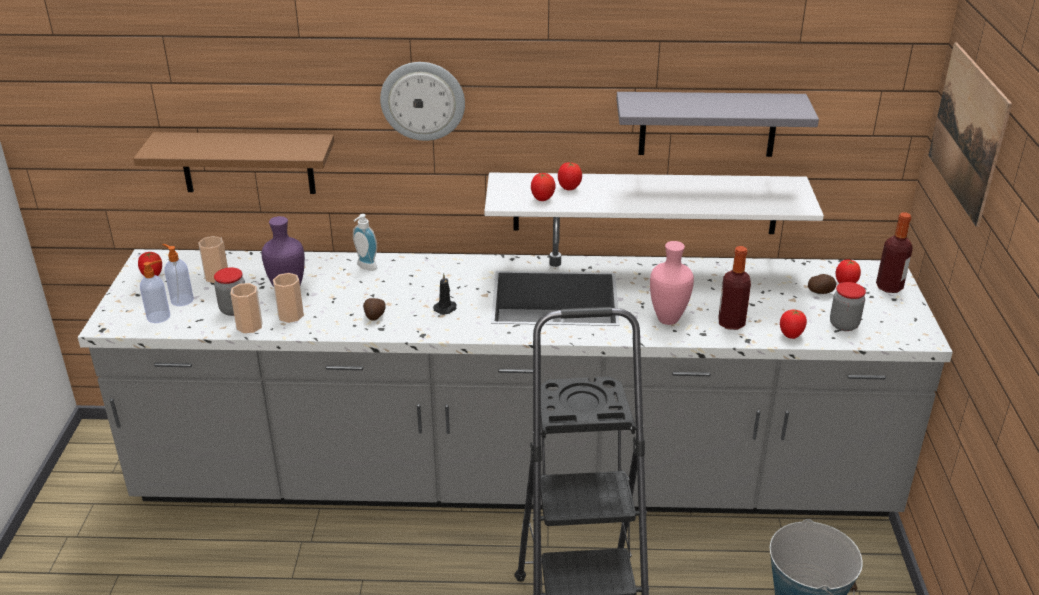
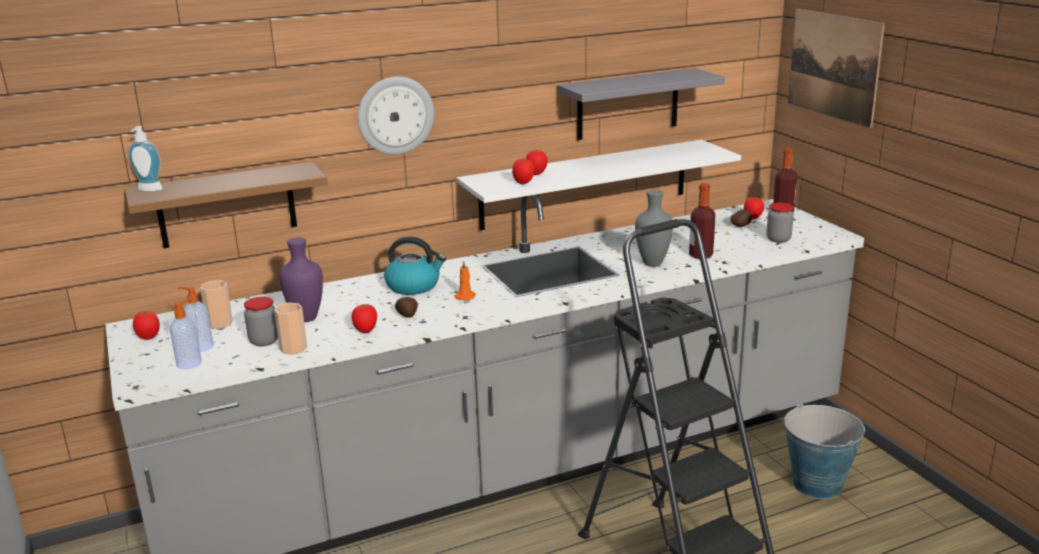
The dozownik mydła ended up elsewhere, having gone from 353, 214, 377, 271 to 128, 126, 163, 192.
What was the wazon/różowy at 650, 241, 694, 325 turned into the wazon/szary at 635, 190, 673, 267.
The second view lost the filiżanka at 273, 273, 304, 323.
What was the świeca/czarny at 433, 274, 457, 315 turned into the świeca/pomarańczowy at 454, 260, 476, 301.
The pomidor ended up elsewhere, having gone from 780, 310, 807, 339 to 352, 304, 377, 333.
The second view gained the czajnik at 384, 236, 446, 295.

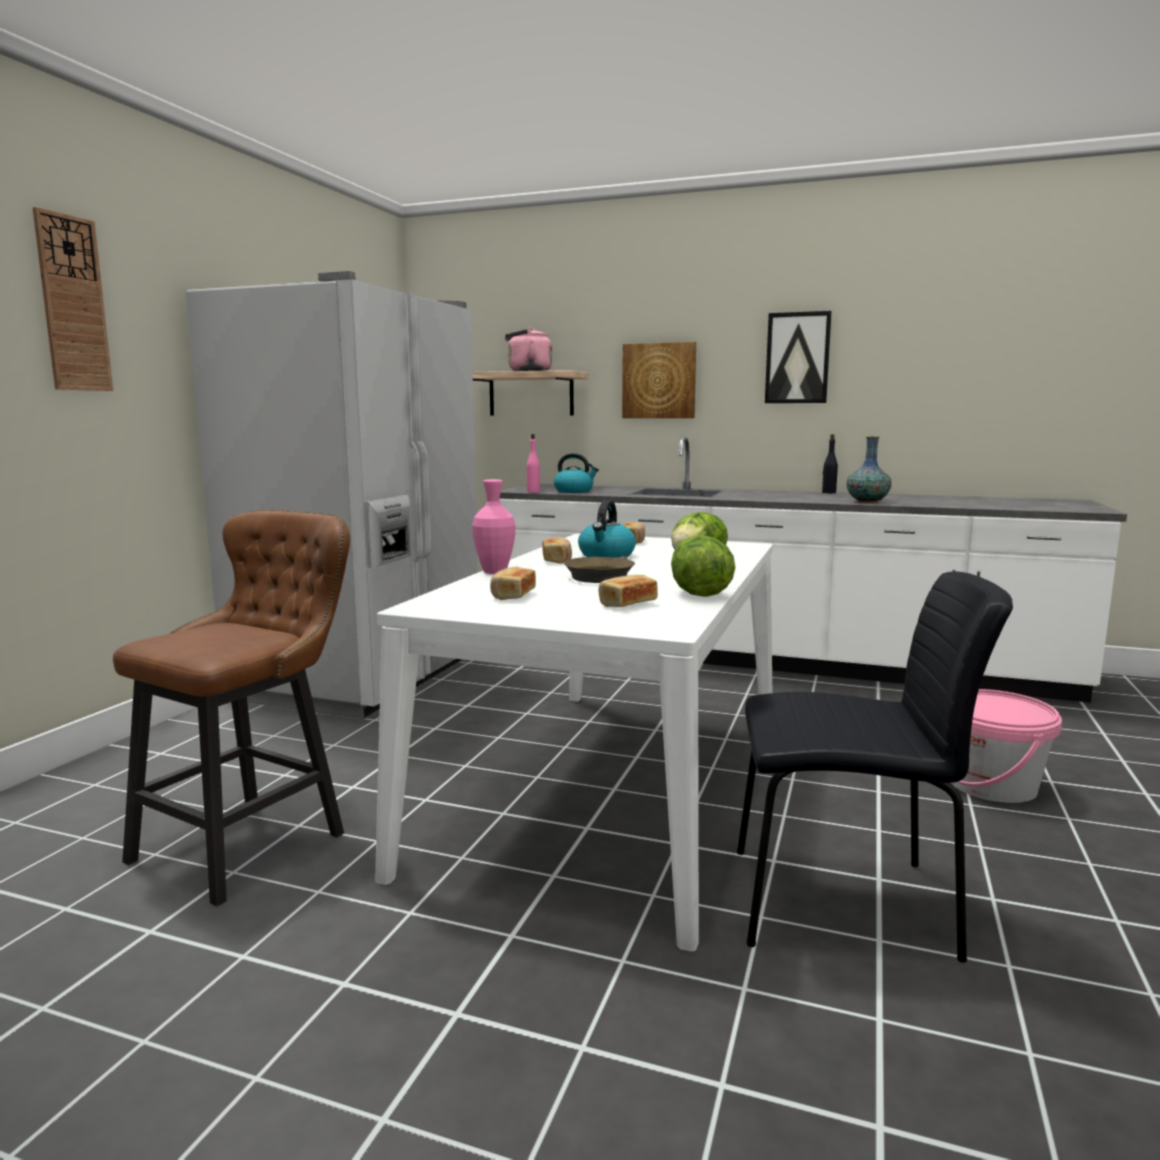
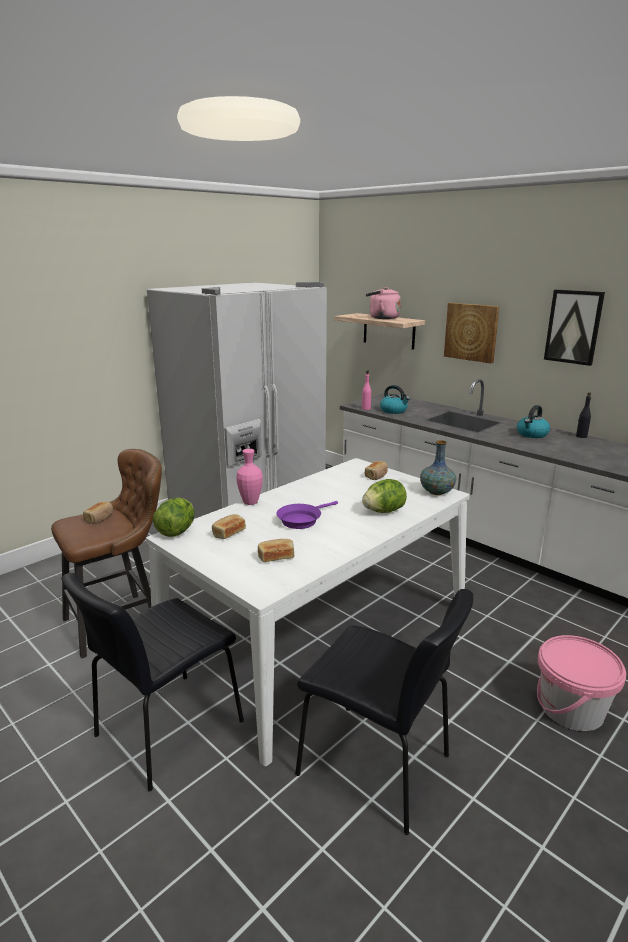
The second view lost the zegar ścienny at 33, 207, 113, 391.
The wazon ended up elsewhere, having gone from 846, 437, 892, 503 to 420, 440, 456, 495.
The czajnik ended up elsewhere, having gone from 578, 500, 636, 558 to 517, 405, 550, 438.
The sałata ended up elsewhere, having gone from 671, 535, 735, 597 to 153, 498, 195, 537.
The chleb ended up elsewhere, having gone from 542, 537, 572, 564 to 83, 502, 113, 524.
What was the patelnia/brązowy at 564, 556, 635, 583 turned into the patelnia/fioletowy at 276, 501, 338, 529.
The second view gained the krzesło/czarny at 61, 573, 244, 792.

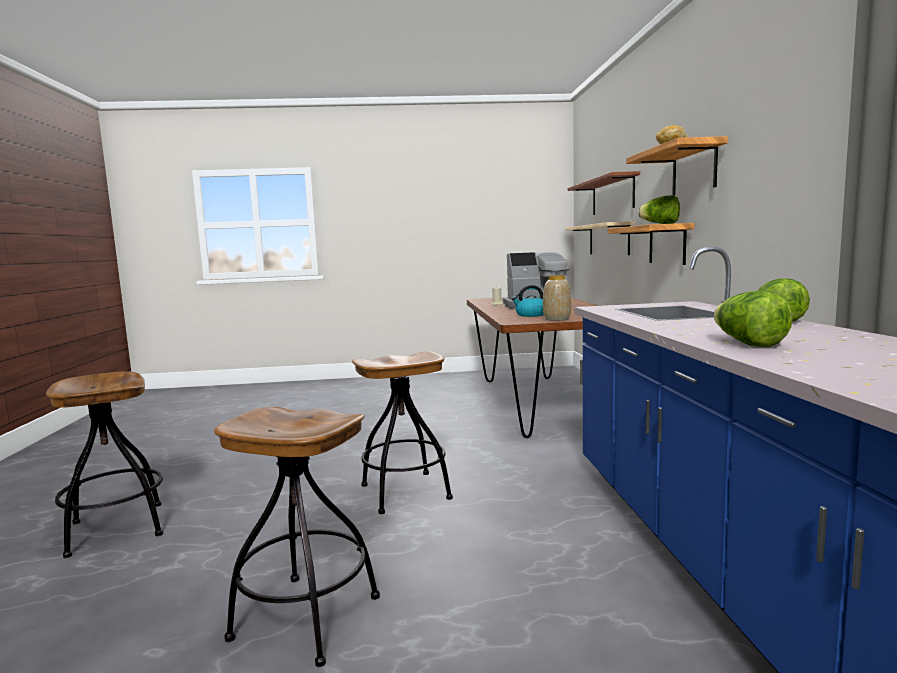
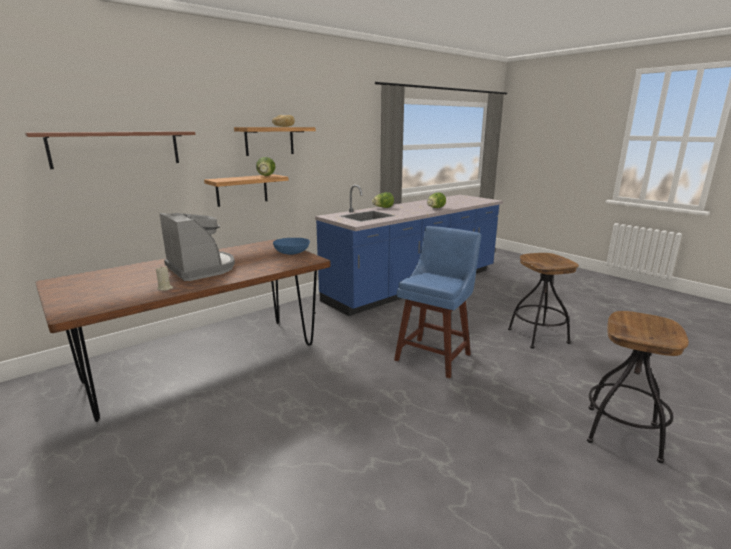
The second view lost the półka/beżowy at 565, 221, 635, 255.
Where the wazon stood at 543, 275, 571, 321, the miska/niebieski came to stand at 273, 238, 310, 255.
The second view lost the czajnik at 512, 285, 544, 317.
Where the stołek/brązowy stood at 352, 351, 453, 514, the krzesło/niebieski came to stand at 394, 226, 481, 378.

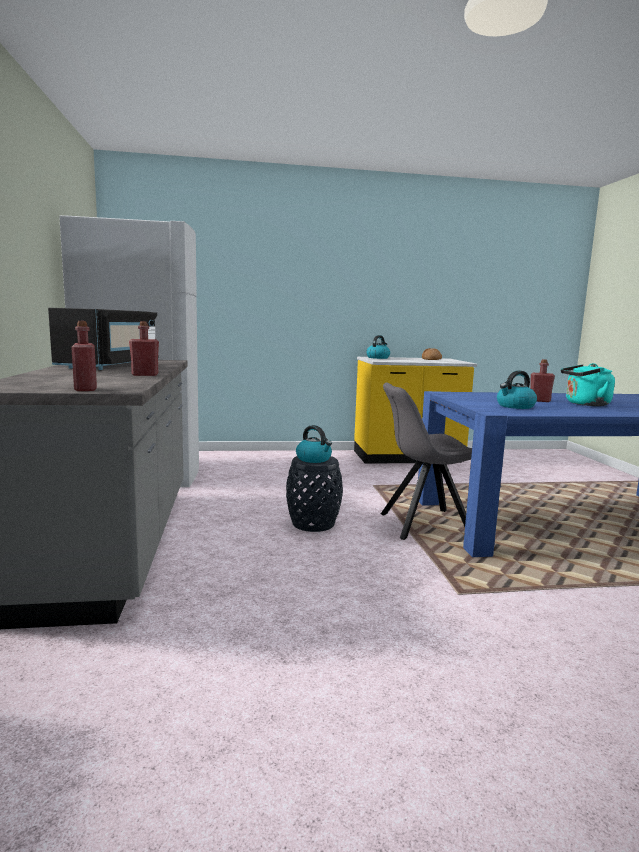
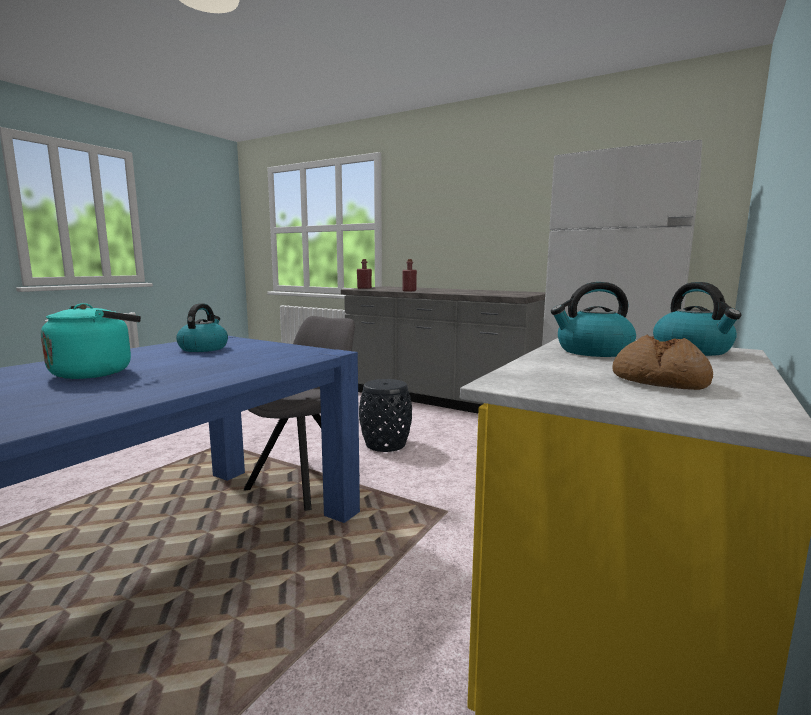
The second view lost the mikrofalówka/czarny at 48, 308, 159, 370.
The second view lost the butelka/czerwony at 530, 359, 555, 402.
The czajnik ended up elsewhere, having gone from 296, 425, 332, 463 to 551, 282, 636, 357.

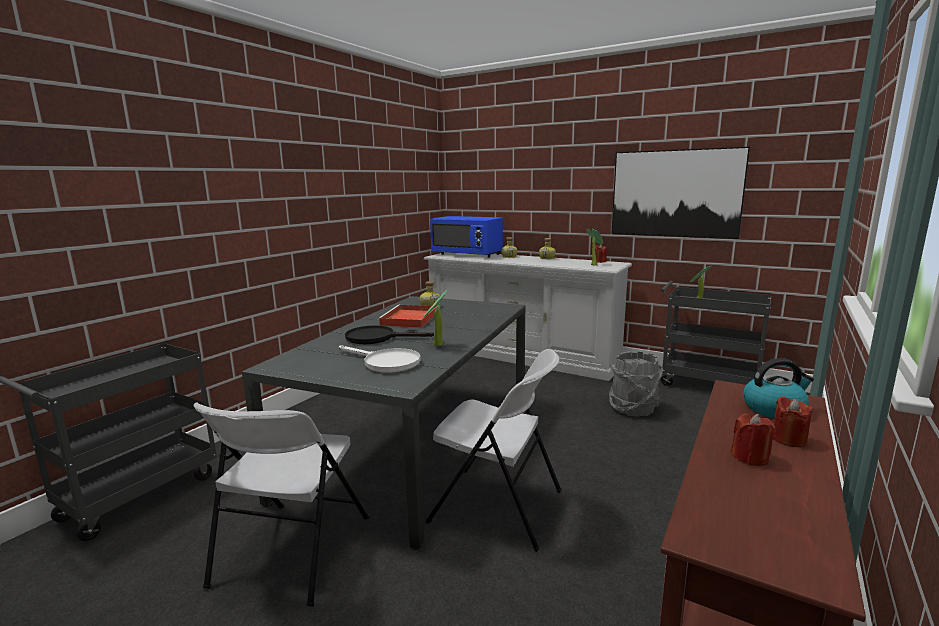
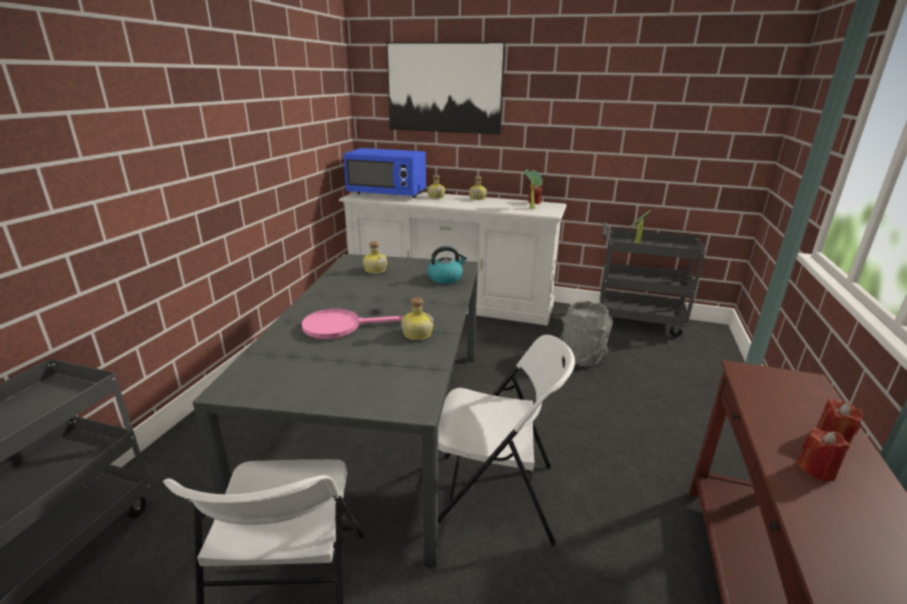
The obraz ended up elsewhere, having gone from 611, 147, 750, 239 to 387, 42, 505, 135.
Where the roślina doniczkowa stood at 424, 290, 447, 346, the butelka came to stand at 401, 297, 434, 340.
The second view lost the taca/czerwony at 377, 305, 437, 328.
What was the patelnia/czarny at 345, 326, 434, 344 turned into the patelnia/różowy at 302, 309, 404, 339.
The second view lost the patelnia/biały at 339, 345, 421, 373.
The czajnik ended up elsewhere, having gone from 743, 358, 814, 418 to 427, 246, 467, 284.

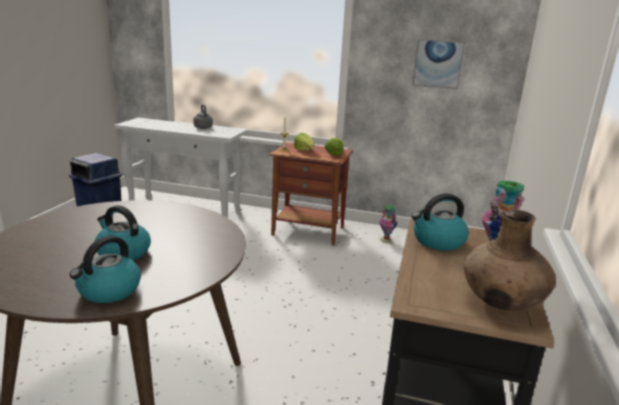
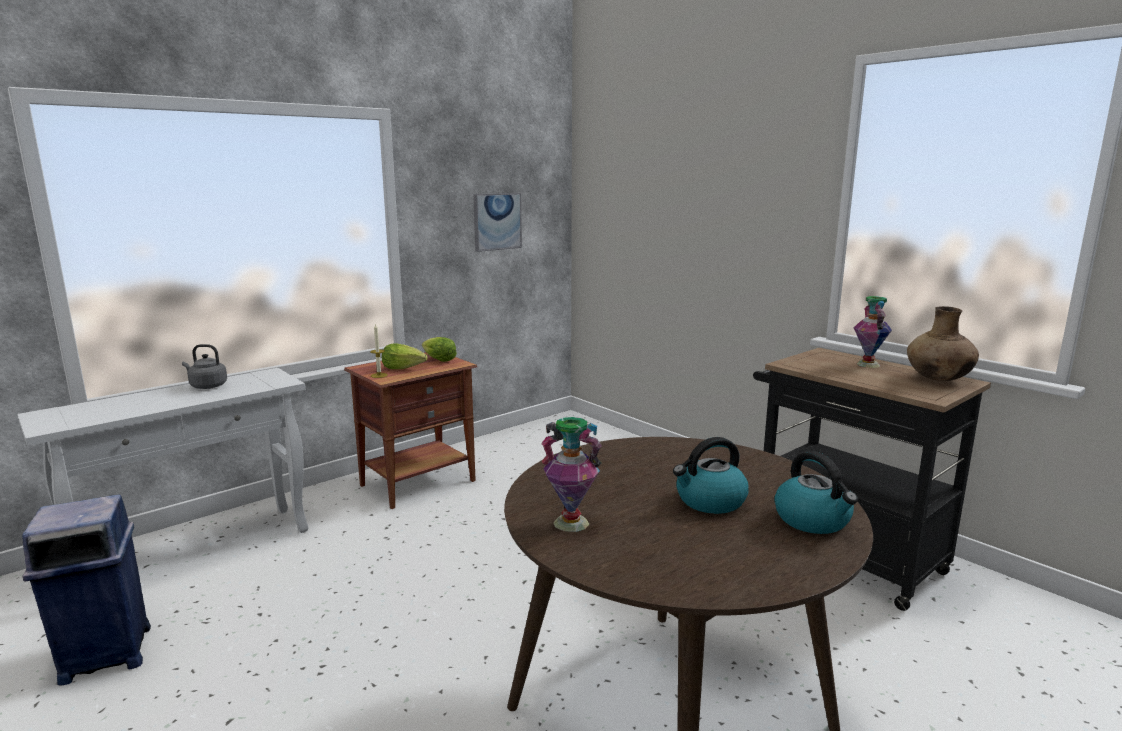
The second view lost the czajnik at 412, 194, 469, 251.
The wazon ended up elsewhere, having gone from 379, 205, 398, 243 to 541, 417, 602, 532.

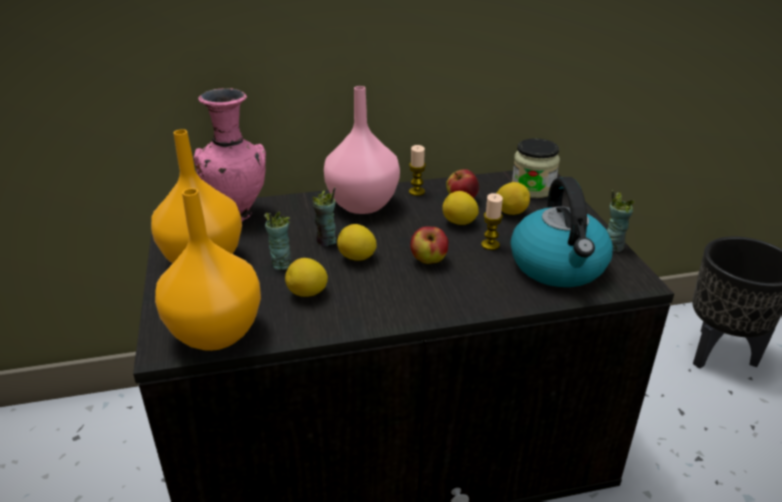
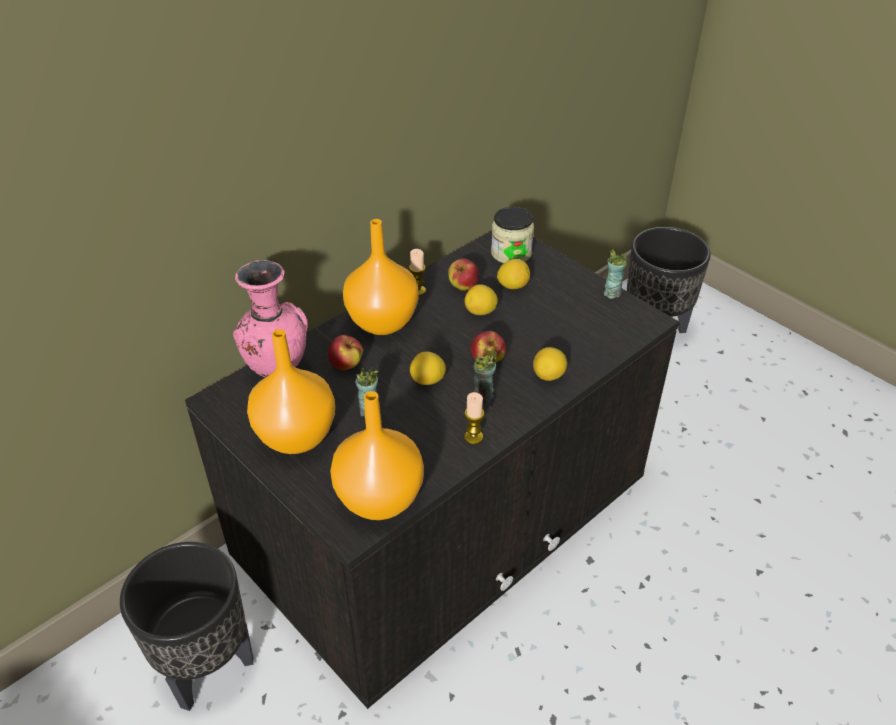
What was the wazon/różowy at 324, 86, 400, 214 turned into the wazon/pomarańczowy at 343, 219, 419, 335.
The second view lost the czajnik at 511, 177, 613, 287.
The filiżanka ended up elsewhere, having gone from 312, 187, 336, 246 to 474, 350, 497, 404.
The świeca ended up elsewhere, having gone from 481, 193, 503, 250 to 464, 392, 484, 445.
The cytryna ended up elsewhere, having gone from 285, 258, 328, 297 to 533, 347, 567, 381.
The second view gained the jabłko at 328, 335, 363, 370.
The second view gained the donica/czarny at 120, 542, 254, 711.

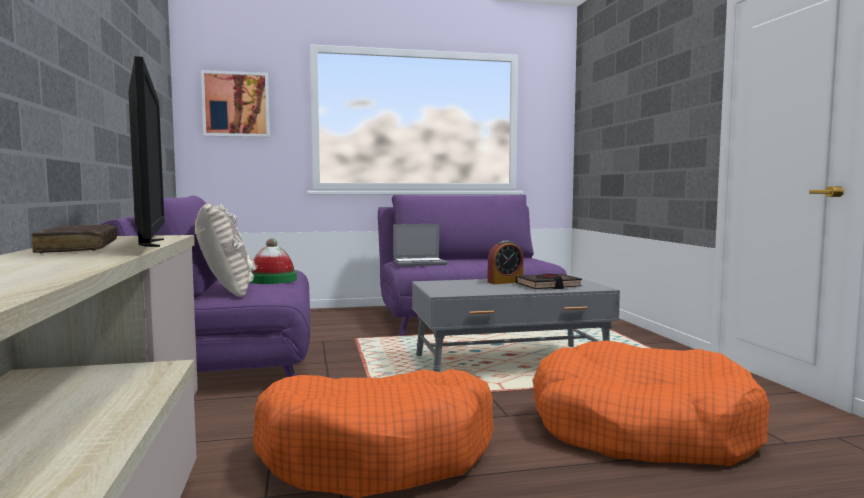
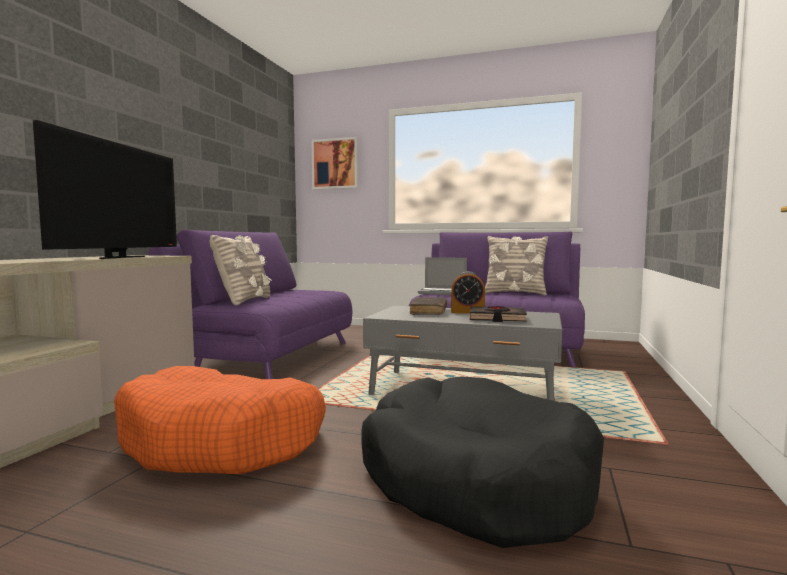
The książka/brązowy ended up elsewhere, having gone from 31, 224, 117, 254 to 410, 297, 447, 315.
The second view lost the kapelusz at 250, 238, 297, 284.
What was the legowisko/pomarańczowy at 532, 340, 770, 466 turned into the legowisko/czarny at 362, 376, 604, 548.
The second view gained the poduszka/beżowy at 485, 236, 548, 295.

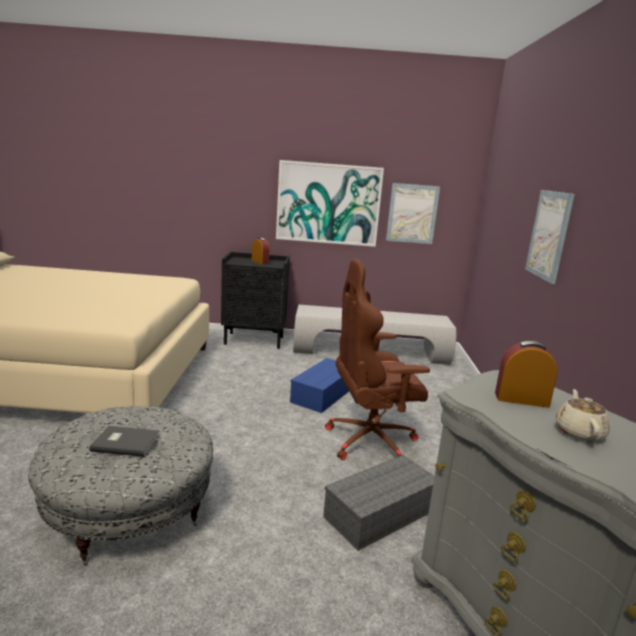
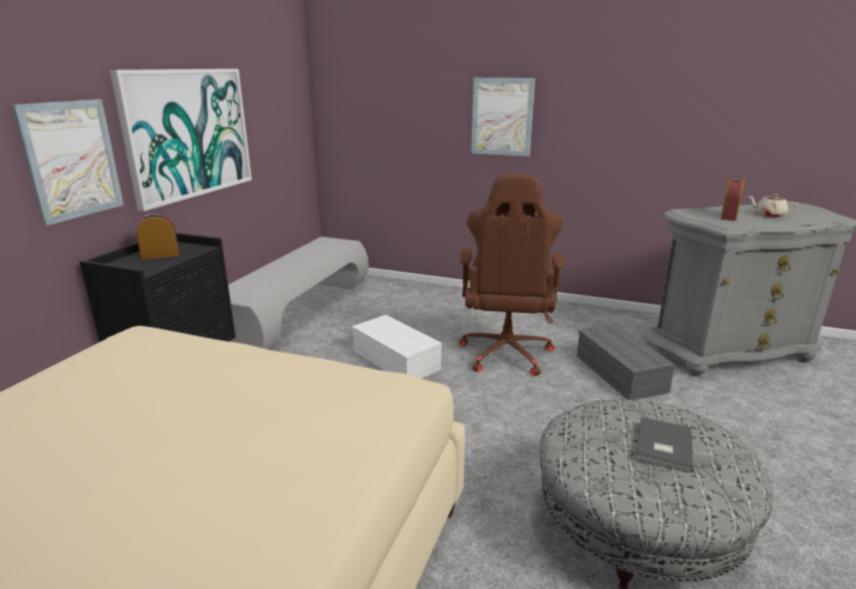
The obraz ended up elsewhere, having gone from 386, 183, 440, 244 to 11, 99, 124, 226.
What was the pojemnik do przechowywania/niebieski at 290, 358, 349, 413 turned into the pojemnik do przechowywania/biały at 352, 315, 442, 379.

